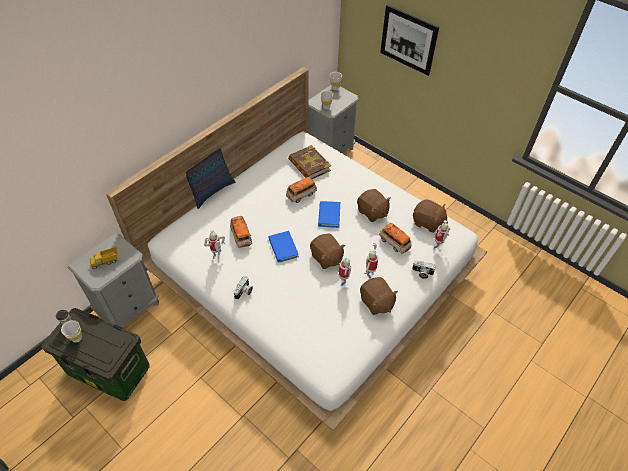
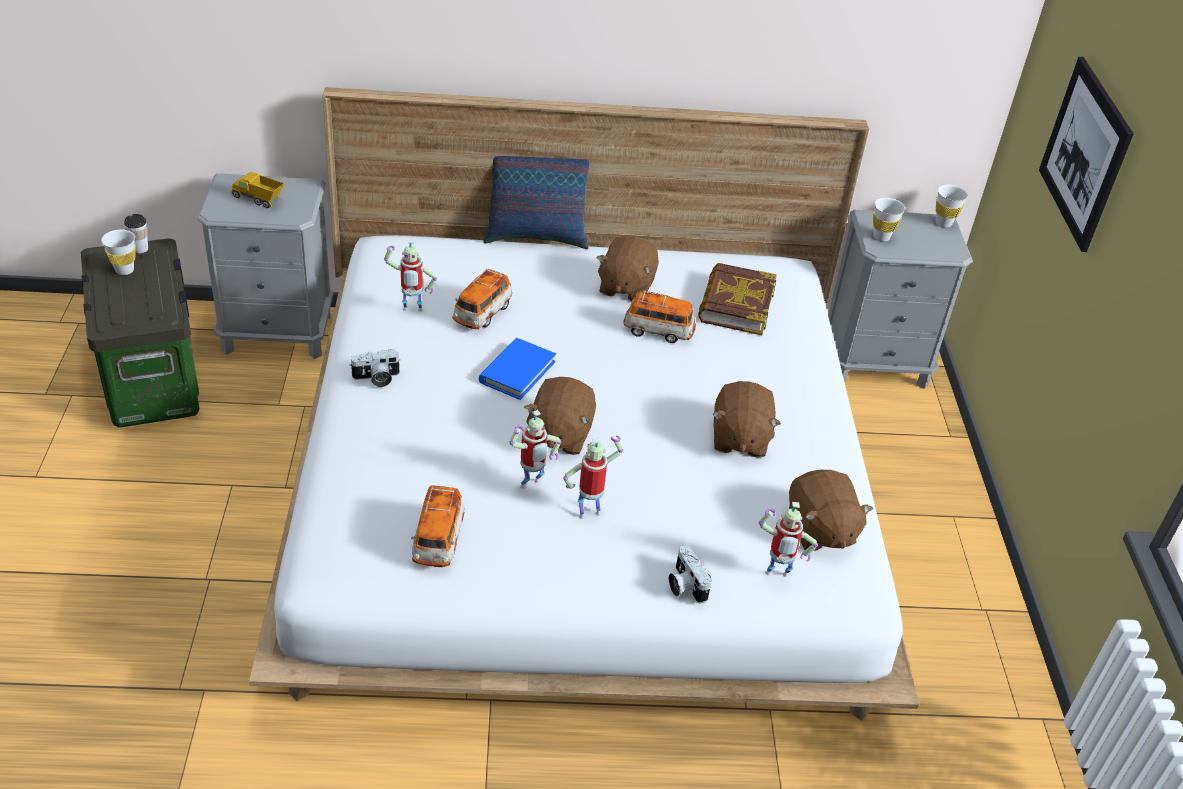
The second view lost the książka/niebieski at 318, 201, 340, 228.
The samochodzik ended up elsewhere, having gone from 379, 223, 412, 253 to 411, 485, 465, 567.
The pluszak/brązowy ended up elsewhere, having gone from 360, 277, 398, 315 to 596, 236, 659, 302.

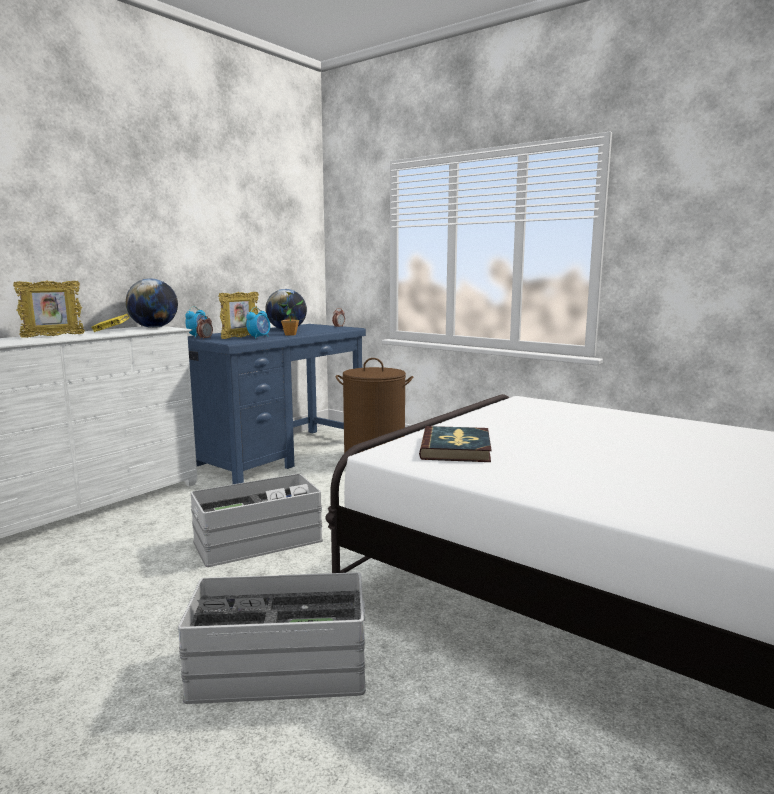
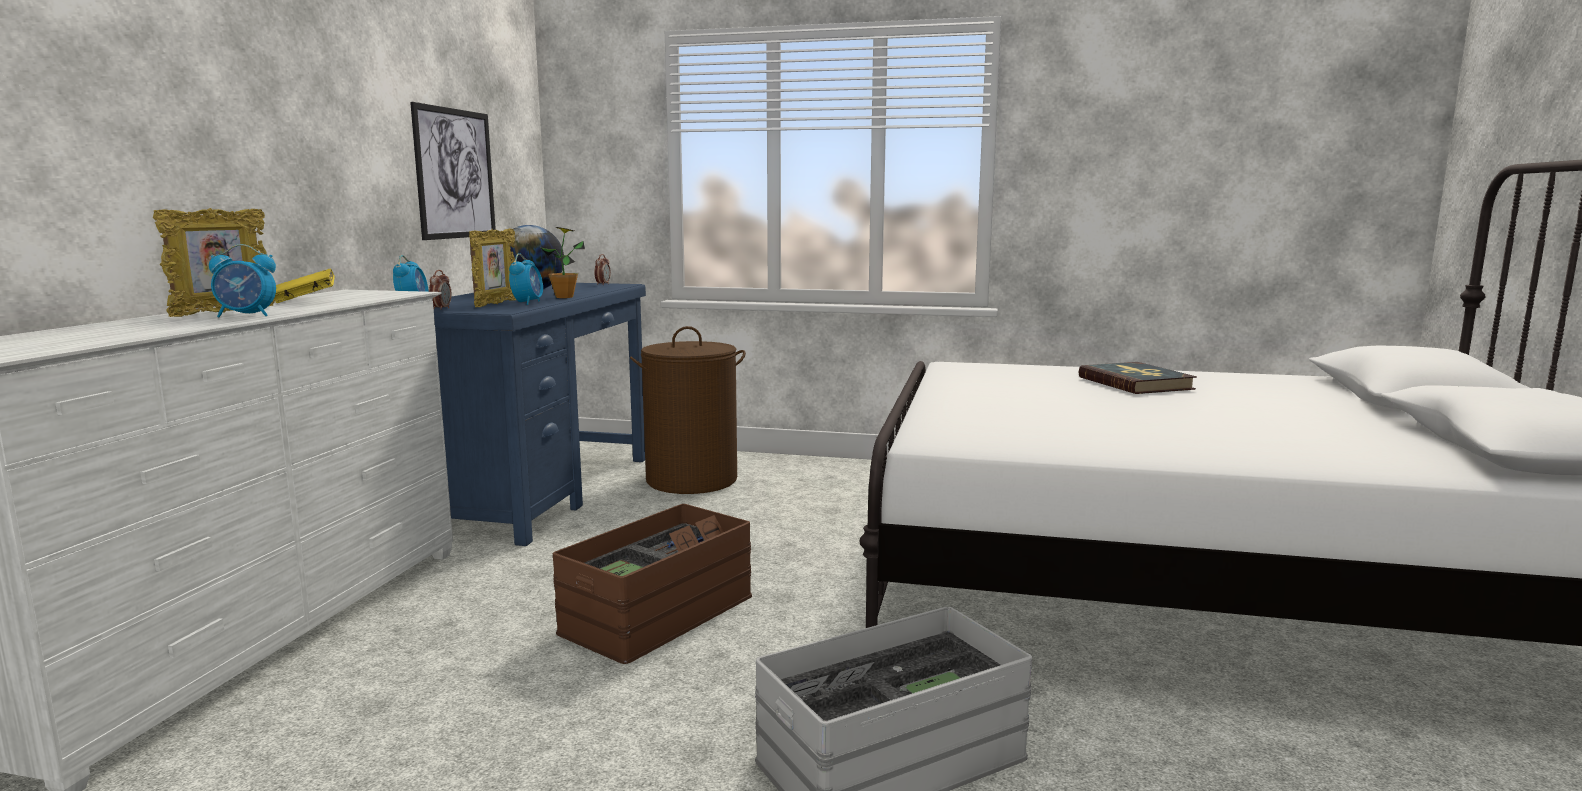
The second view lost the globus at 126, 279, 178, 328.
The książka ended up elsewhere, having gone from 419, 426, 492, 462 to 1078, 362, 1197, 394.
What was the pojemnik do przechowywania/szary at 191, 474, 323, 567 turned into the pojemnik do przechowywania/brązowy at 553, 504, 752, 664.
The second view gained the obraz at 410, 102, 496, 240.
The second view gained the budzik at 209, 244, 276, 317.

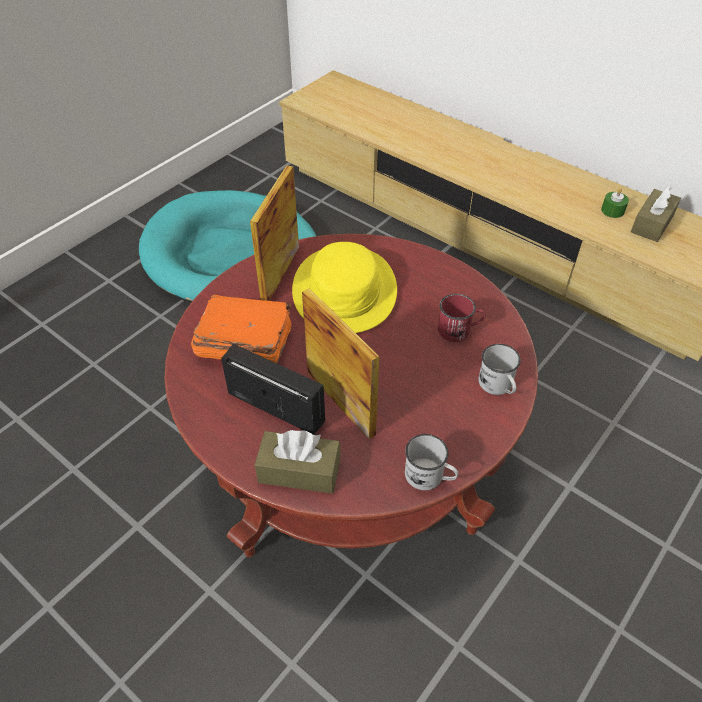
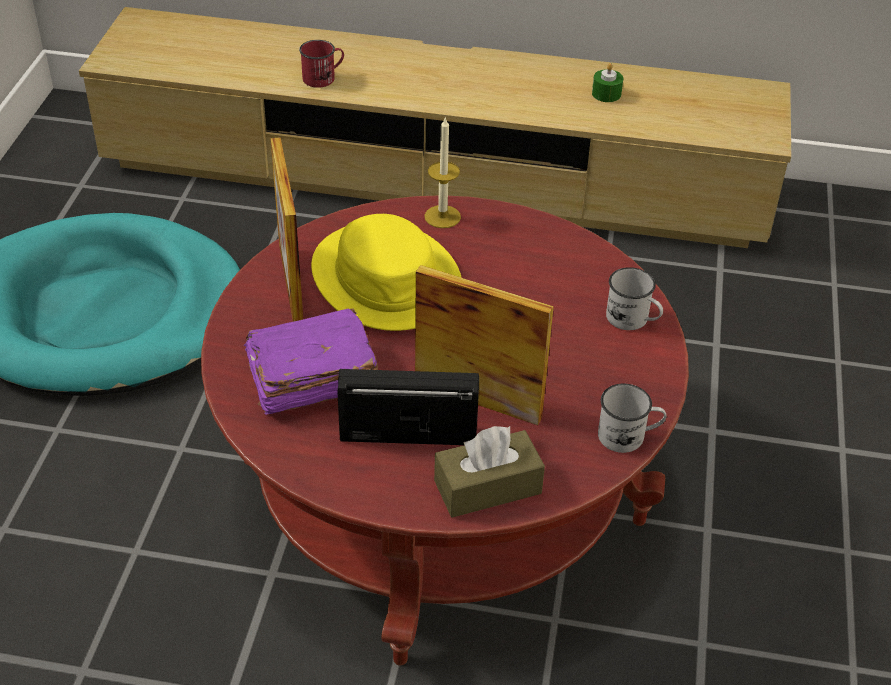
The second view lost the pudełko chusteczek/brązowy at 631, 186, 681, 242.
What was the książka/pomarańczowy at 191, 294, 292, 364 turned into the książka/fioletowy at 244, 308, 378, 415.
The kubek/czerwony ended up elsewhere, having gone from 438, 294, 486, 342 to 299, 40, 344, 88.
The second view gained the świeca at 424, 118, 461, 228.

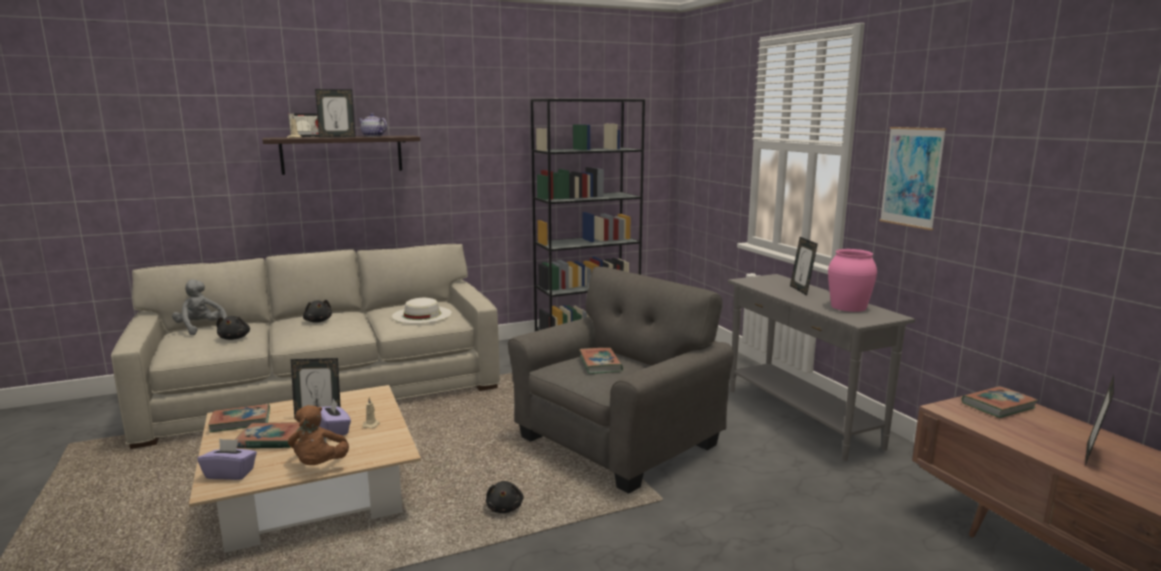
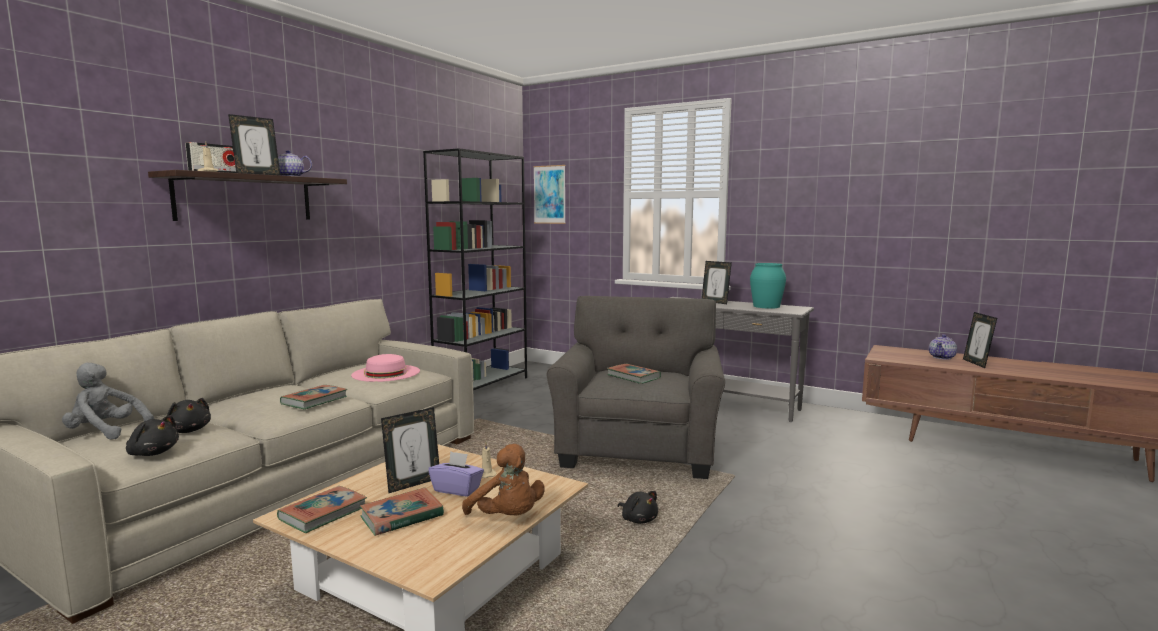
The obraz ended up elsewhere, having gone from 880, 127, 946, 230 to 533, 165, 566, 224.
What was the wazon/różowy at 828, 249, 877, 312 turned into the wazon/turkusowy at 750, 263, 786, 309.
What was the kapelusz/biały at 392, 298, 452, 324 turned into the kapelusz/różowy at 351, 354, 420, 382.
The pluszak/czarny ended up elsewhere, having gone from 303, 300, 332, 323 to 126, 415, 179, 456.
The książka ended up elsewhere, having gone from 961, 386, 1038, 418 to 280, 385, 347, 409.
The second view lost the pudełko chusteczek/fioletowy at 197, 439, 257, 480.
The second view gained the imbryk at 929, 334, 957, 360.

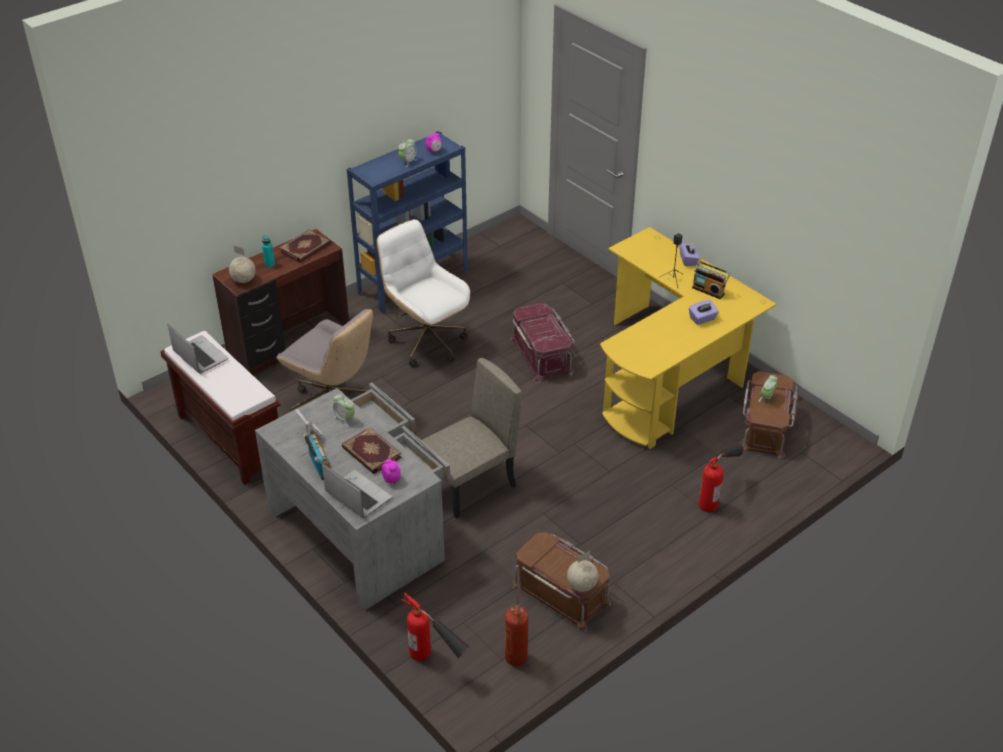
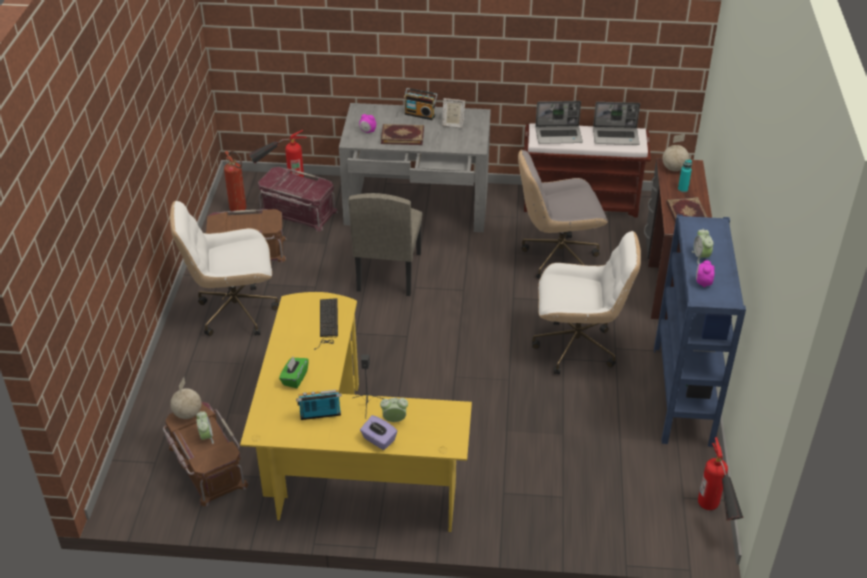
What was the pudełko chusteczek/fioletowy at 689, 300, 719, 325 turned into the pudełko chusteczek/zielony at 279, 357, 309, 388.
The pojemnik do przechowywania/czerwony ended up elsewhere, having gone from 510, 303, 575, 383 to 258, 167, 338, 232.
The budzik ended up elsewhere, having gone from 333, 394, 355, 426 to 380, 398, 408, 422.
The gaśnica ended up elsewhere, having gone from 699, 442, 744, 512 to 698, 437, 744, 520.
The laptop ended up elsewhere, having gone from 322, 463, 392, 518 to 535, 101, 583, 144.
The globus ended up elsewhere, having gone from 567, 551, 598, 592 to 170, 377, 201, 419.
The second view gained the krzesło biurowe/biały at 170, 201, 279, 336.
The second view gained the klawiatura at 314, 298, 338, 350.

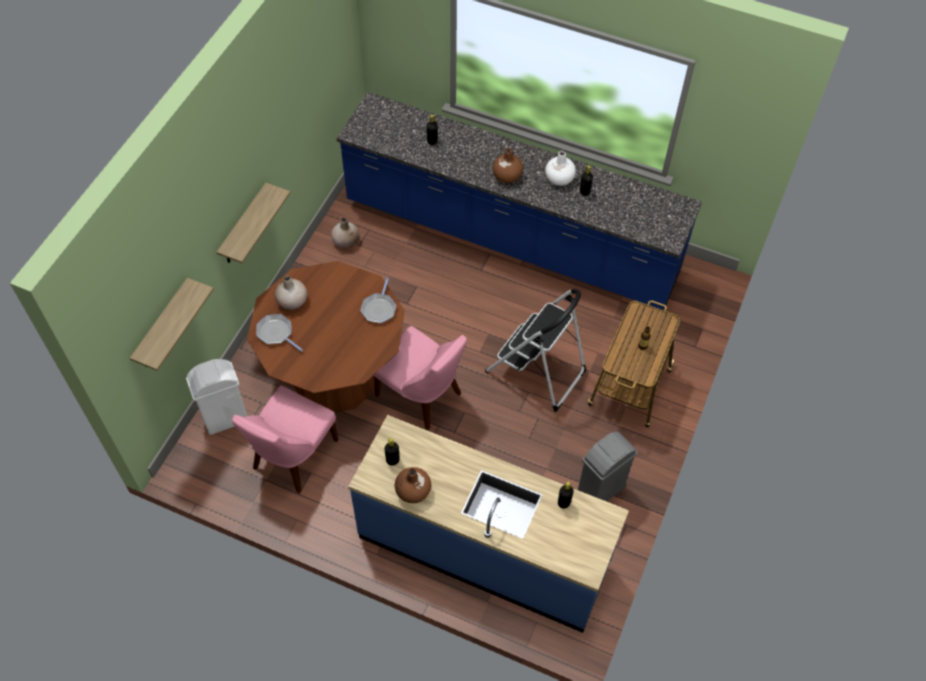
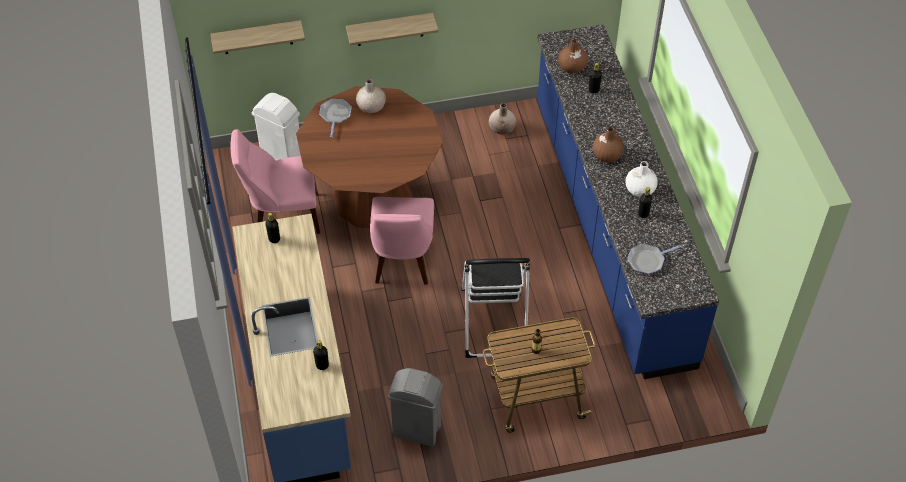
The patelnia ended up elsewhere, having gone from 360, 277, 396, 323 to 627, 244, 681, 274.
The wazon/brązowy ended up elsewhere, having gone from 395, 467, 431, 503 to 558, 39, 588, 73.

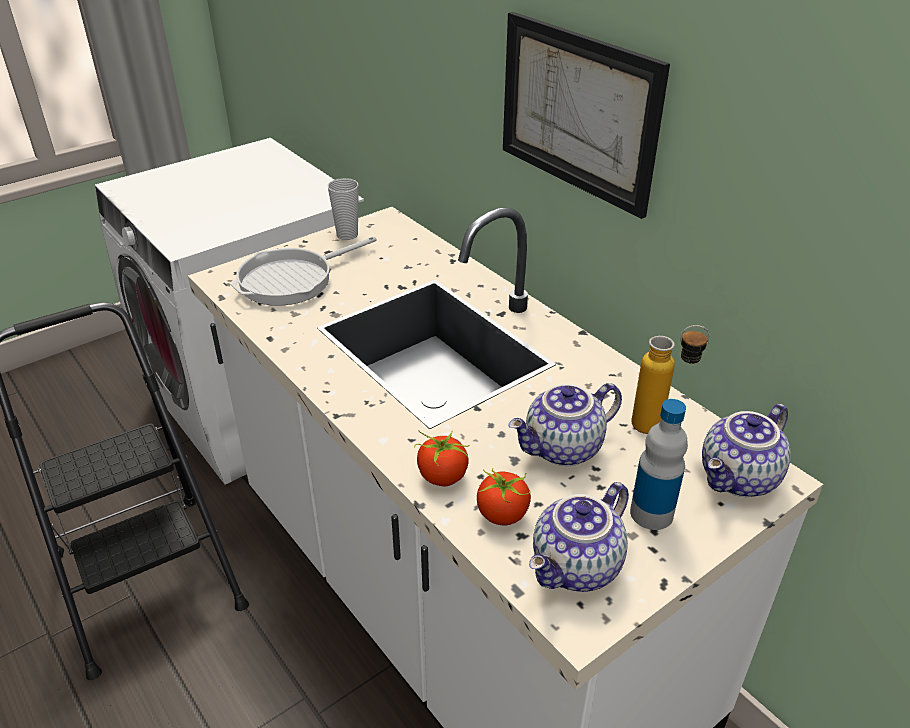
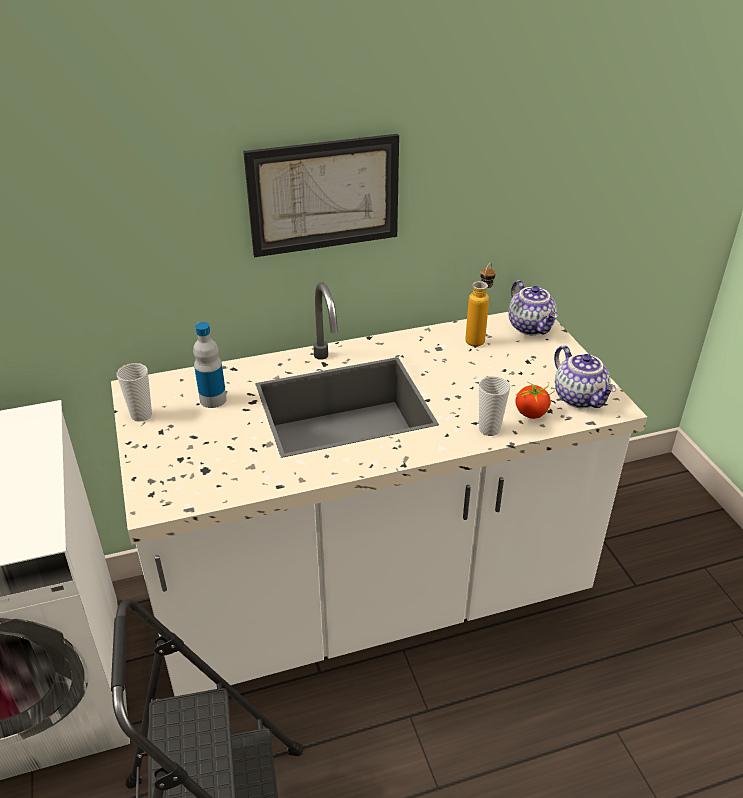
The second view lost the patelnia at 231, 237, 377, 306.
The second view lost the imbryk at 508, 383, 622, 466.
The butelka ended up elsewhere, having gone from 630, 399, 688, 530 to 193, 322, 227, 408.
Where the pomidor stood at 414, 430, 469, 486, the filiżanka came to stand at 479, 377, 510, 436.

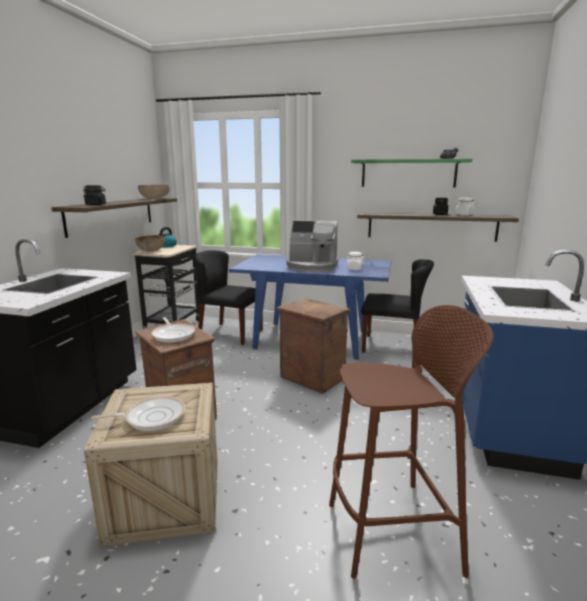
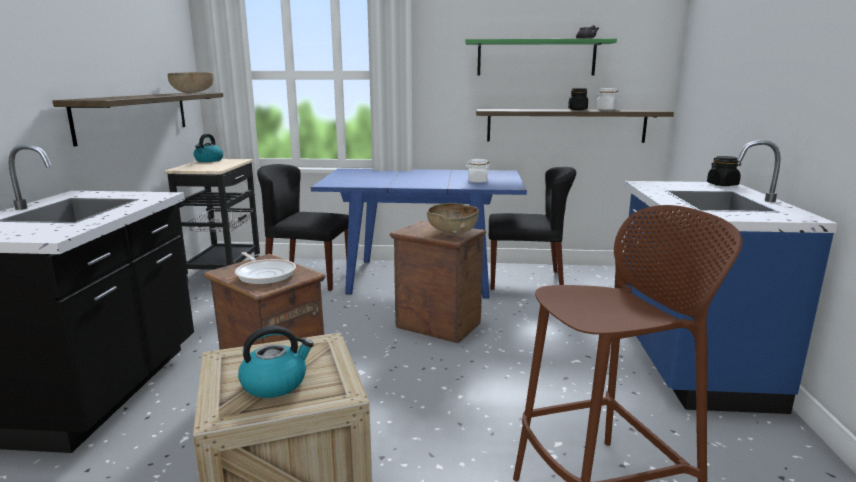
The słoik/czarny ended up elsewhere, having gone from 83, 185, 106, 205 to 707, 156, 741, 186.
The second view lost the ekspres do kawy at 286, 220, 338, 272.
The miska/brązowy ended up elsewhere, having gone from 135, 235, 165, 252 to 427, 203, 479, 235.
Where the patelnia stood at 91, 396, 185, 431, the czajnik came to stand at 238, 326, 314, 398.

